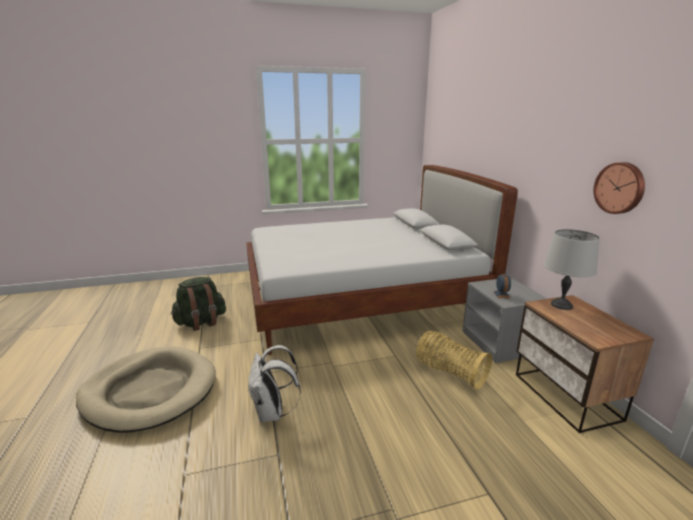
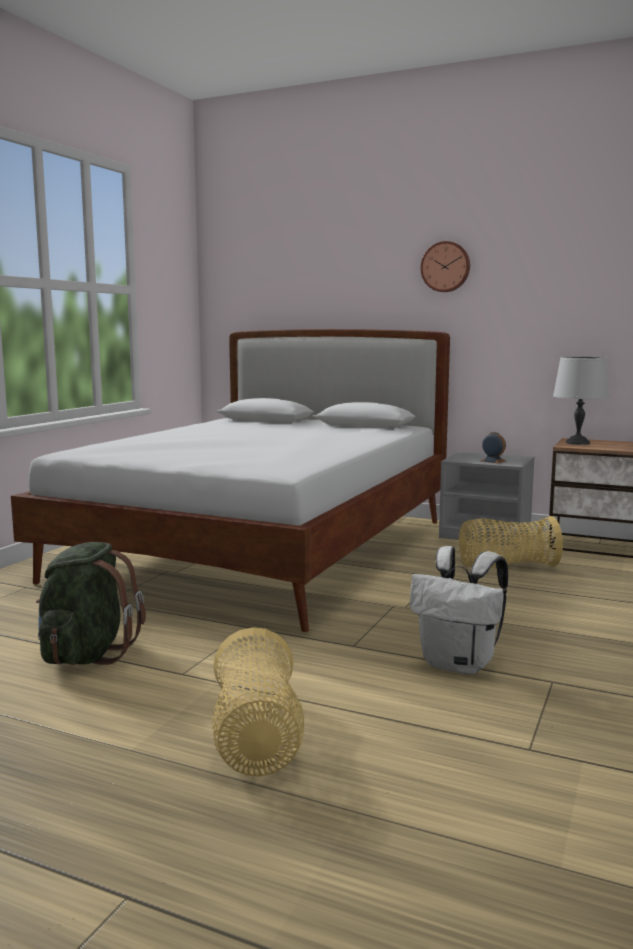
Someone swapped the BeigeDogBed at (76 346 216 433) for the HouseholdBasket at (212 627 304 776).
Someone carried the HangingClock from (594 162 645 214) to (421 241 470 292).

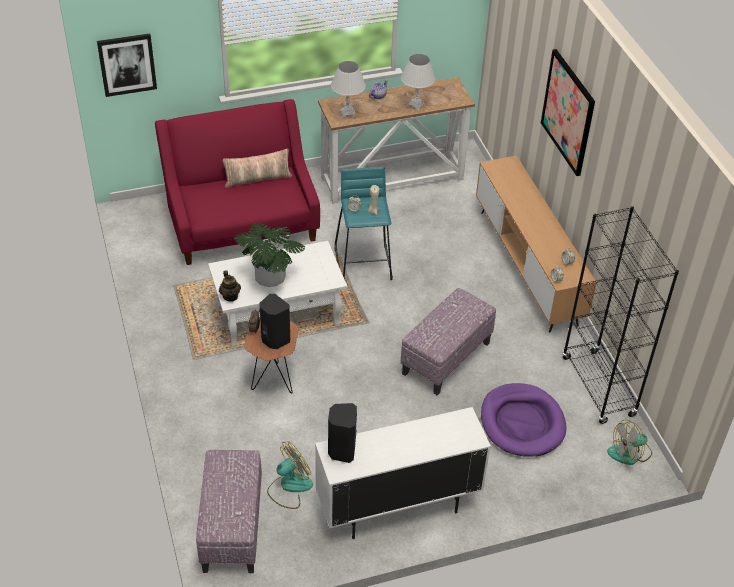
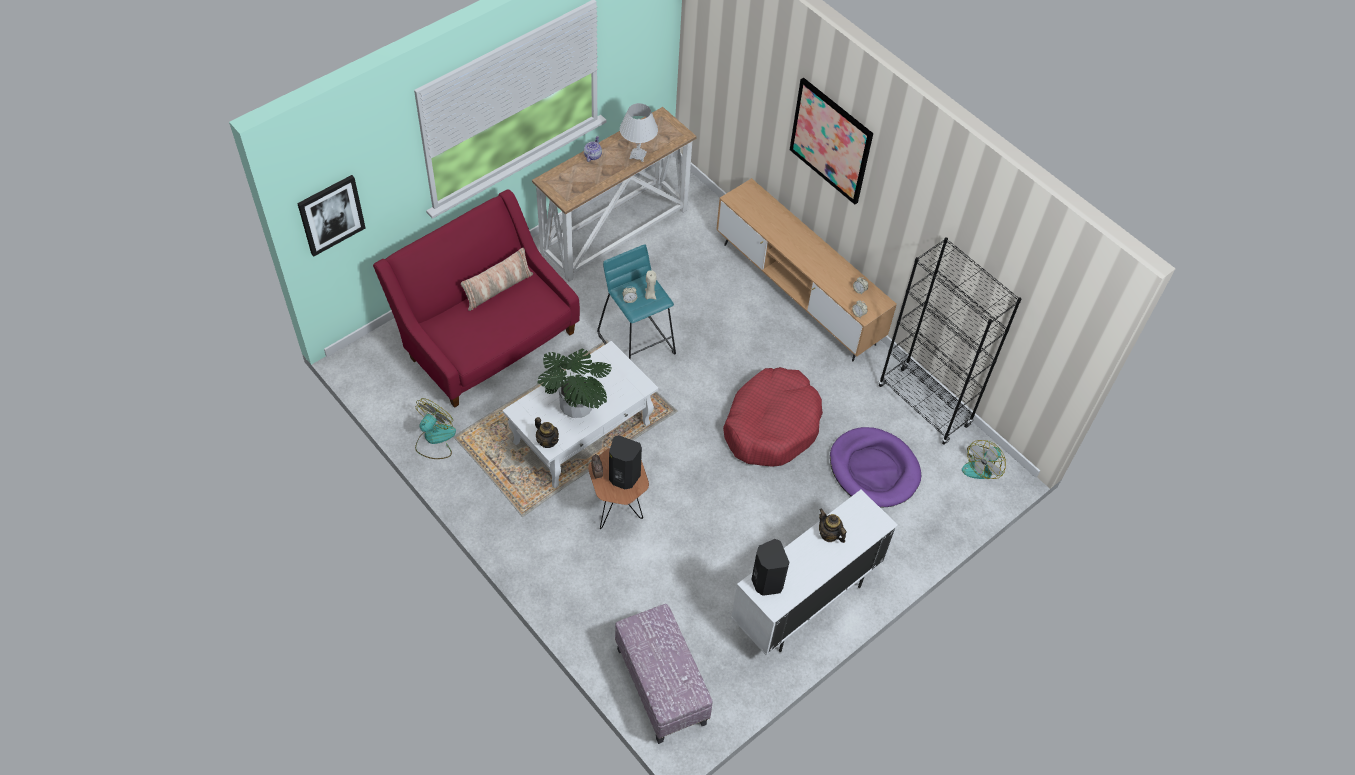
Someone carried the ElectricFan from (267 441 313 509) to (415 398 456 459).
Someone took away the WhitishLampForATable at (331 61 366 117).
Someone swapped the Pouffe at (400 288 496 395) for the ReddishDogBed at (723 367 823 467).
Someone put down the PotForTea at (819 508 846 543).

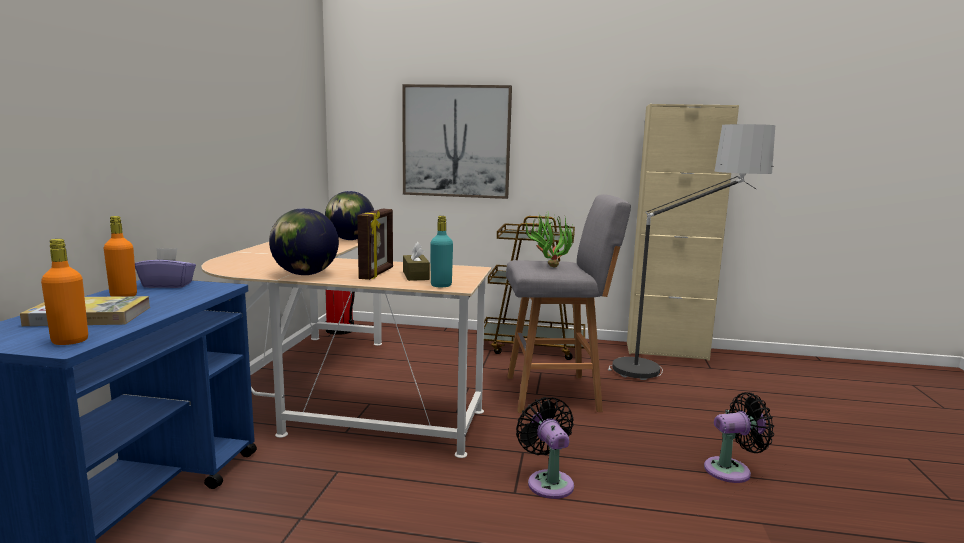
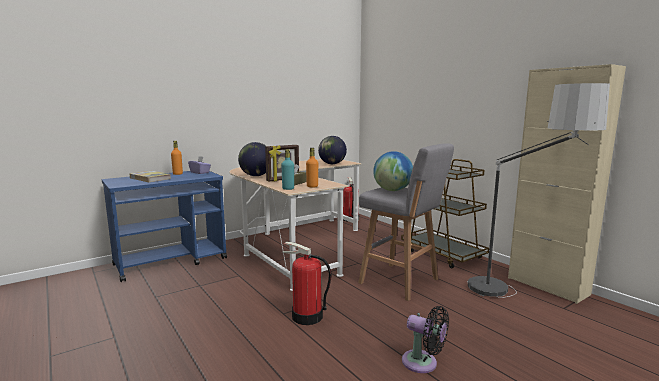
Someone carried the OrangeBeverageBottle from (41 239 88 345) to (306 148 318 188).
Someone took away the WallPicture at (402 84 512 199).
Someone swapped the BlackElectricFan at (516 397 574 499) for the FireExtinguisher at (282 242 332 325).
Someone swapped the Houseplant at (526 214 573 267) for the WorldGlobe at (373 151 413 191).

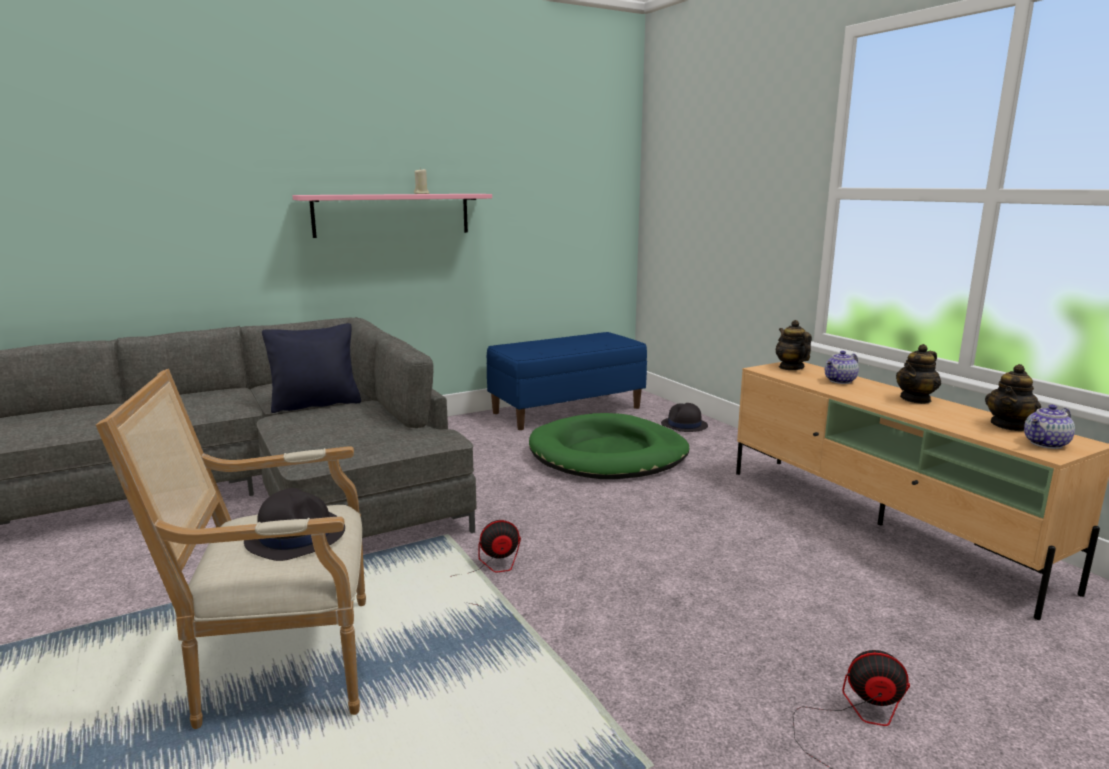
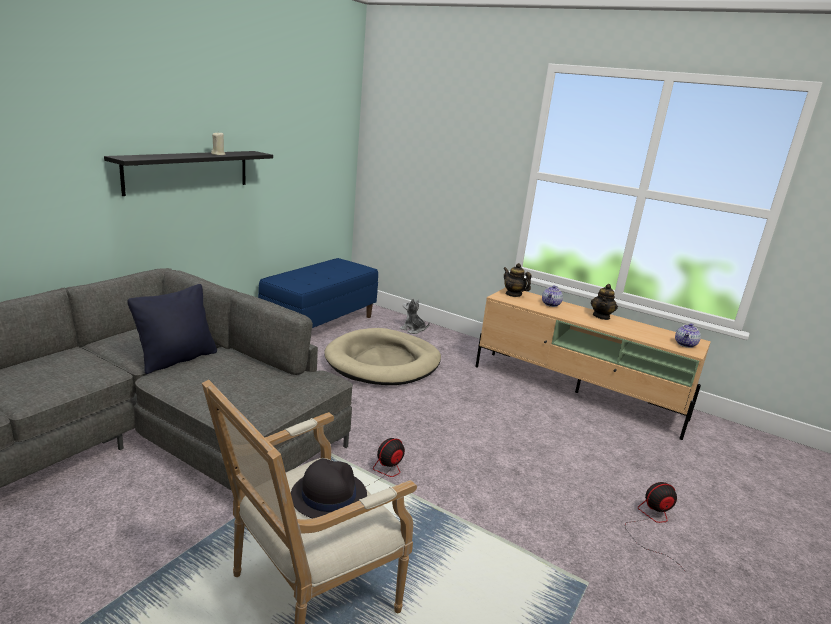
Someone repainted the PinkColouredShelf at (293 194 492 238), which became the BlackShelf at (104 151 273 196).
Someone repainted the GreenColouredDogBed at (529 413 690 479), which became the BeigeDogBed at (324 328 441 385).
Someone swapped the BlackWearableHat at (661 403 708 432) for the CuddlyToy at (400 298 430 334).
Someone took away the PotForTea at (985 364 1041 431).

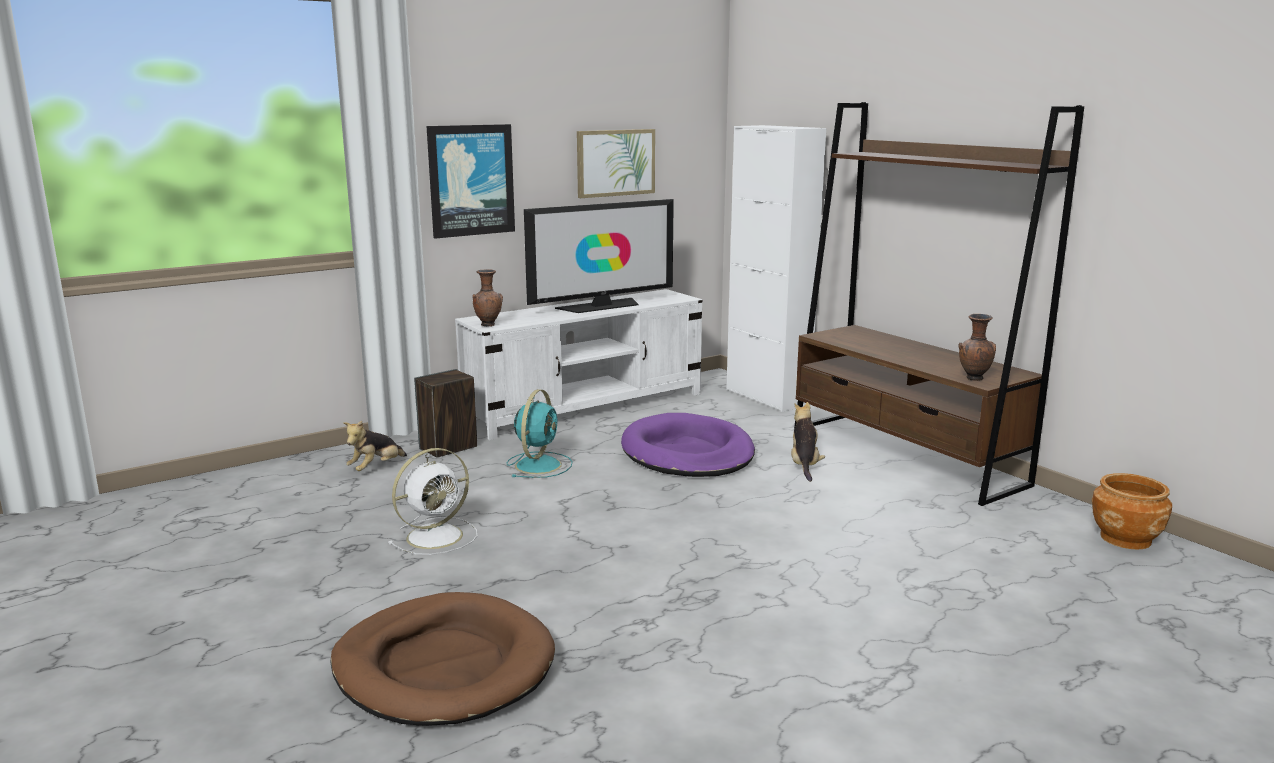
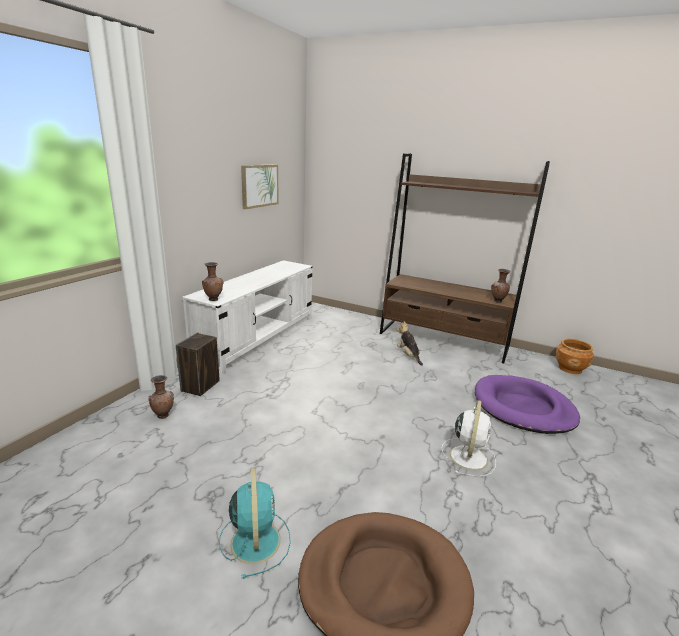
Someone swapped the CuddlyToy at (343 421 407 471) for the BrownishDecorativeVase at (149 375 174 419).
Someone carried the WhitishElectricFan from (388 448 477 555) to (441 400 496 476).
Someone took away the WallPicture at (426 124 515 239).
Someone carried the BlueGreenElectricFan from (507 389 572 478) to (219 467 291 579).
Someone took away the Tv at (524 199 674 313).
Someone carried the PurplishDogBed from (621 413 755 477) to (475 375 580 434).
Someone took away the WhitishCupboard at (726 125 826 412).

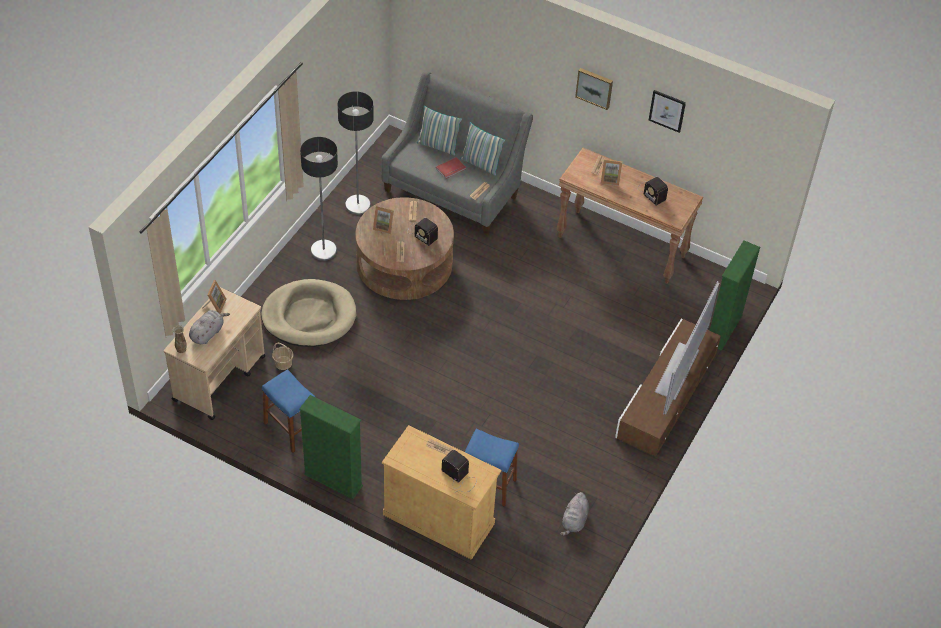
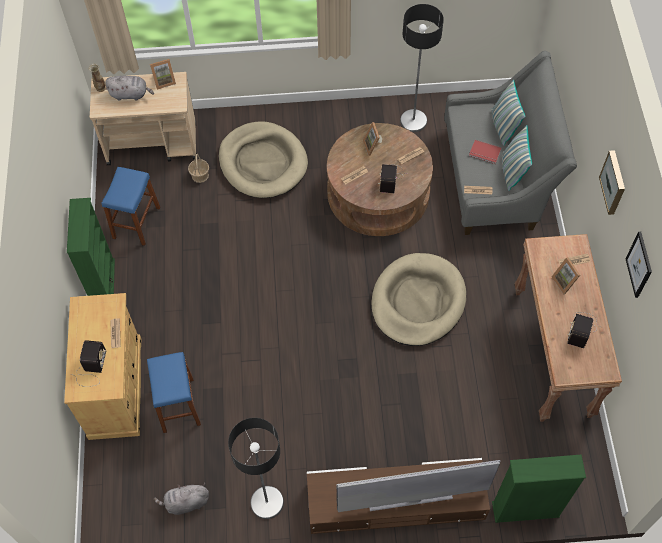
Someone carried the StandardLamp from (300 137 338 261) to (228 418 284 519).
Someone put down the BeigeDogBed at (371 253 466 346).

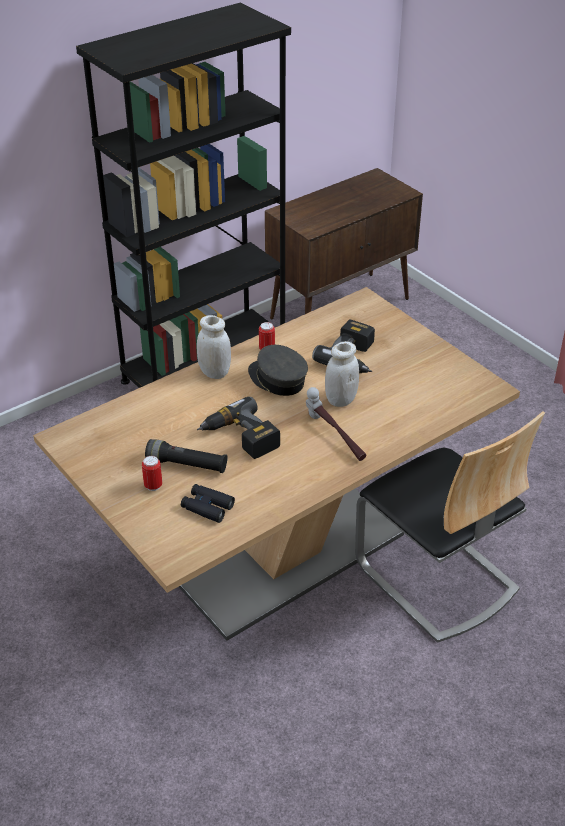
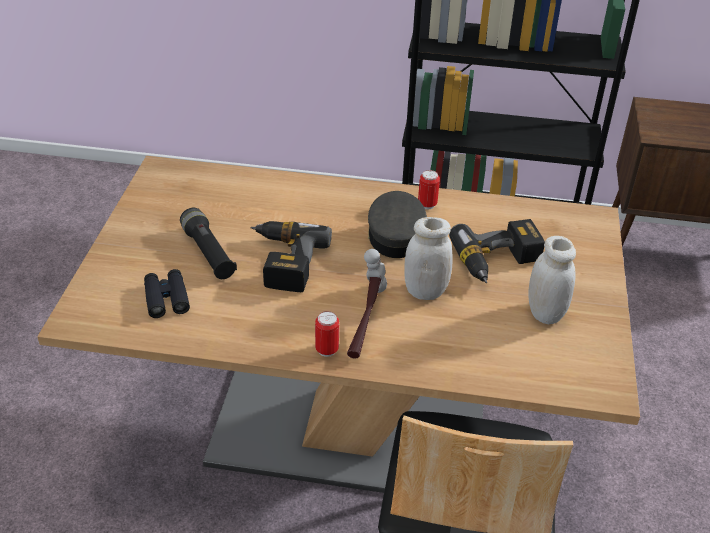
Someone carried the SealedCan from (142 456 162 491) to (315 311 339 357).
Someone carried the WhitishJar from (197 315 231 379) to (529 236 576 324).

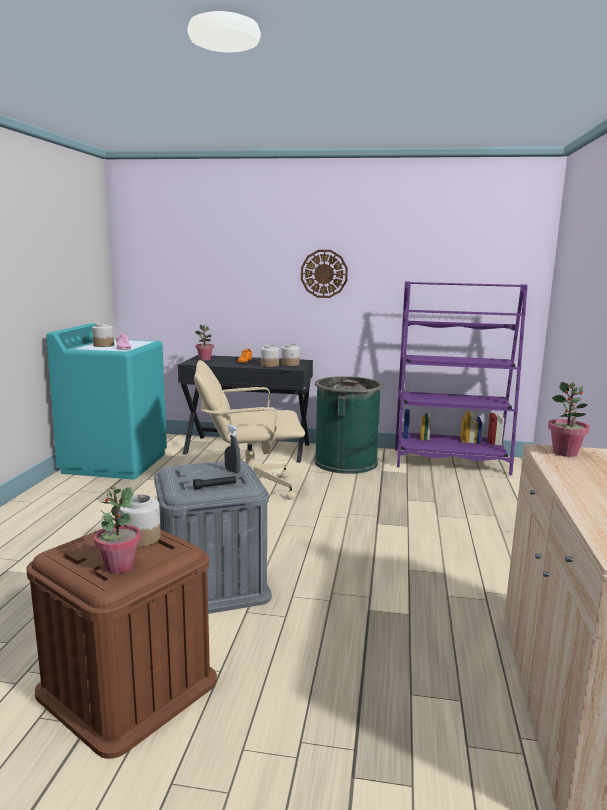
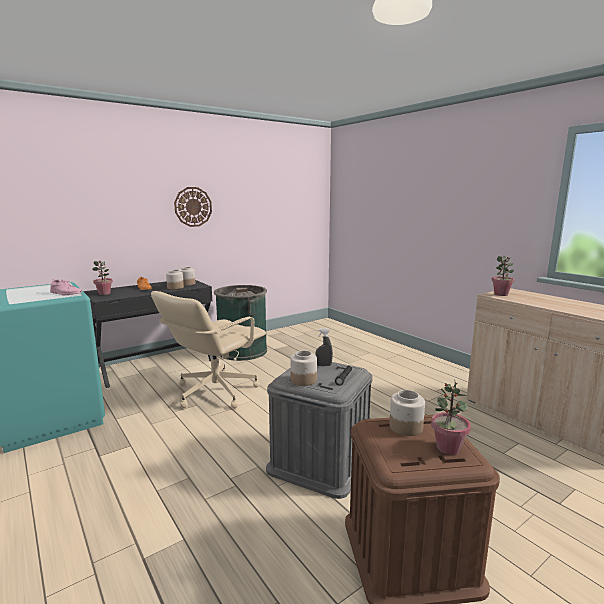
Someone carried the Jar from (92 323 114 347) to (290 350 317 386).
Someone took away the PurplishBookcase at (395 281 528 475).

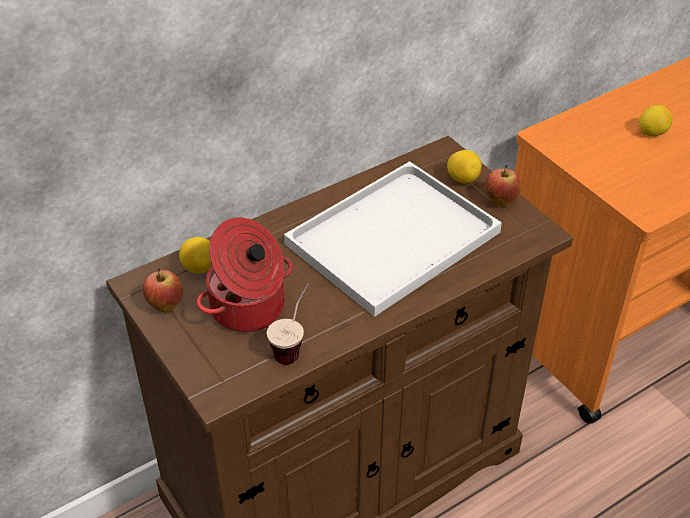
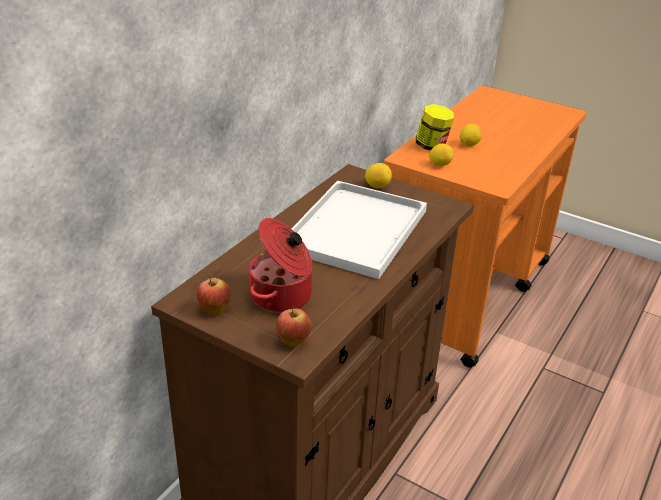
Someone carried the WholeLemon from (179 237 212 274) to (429 144 453 166).
Someone took away the Cup at (267 283 309 365).
Someone carried the WholeApple from (485 165 521 207) to (276 305 312 347).
Someone put down the Jar at (416 104 454 151).

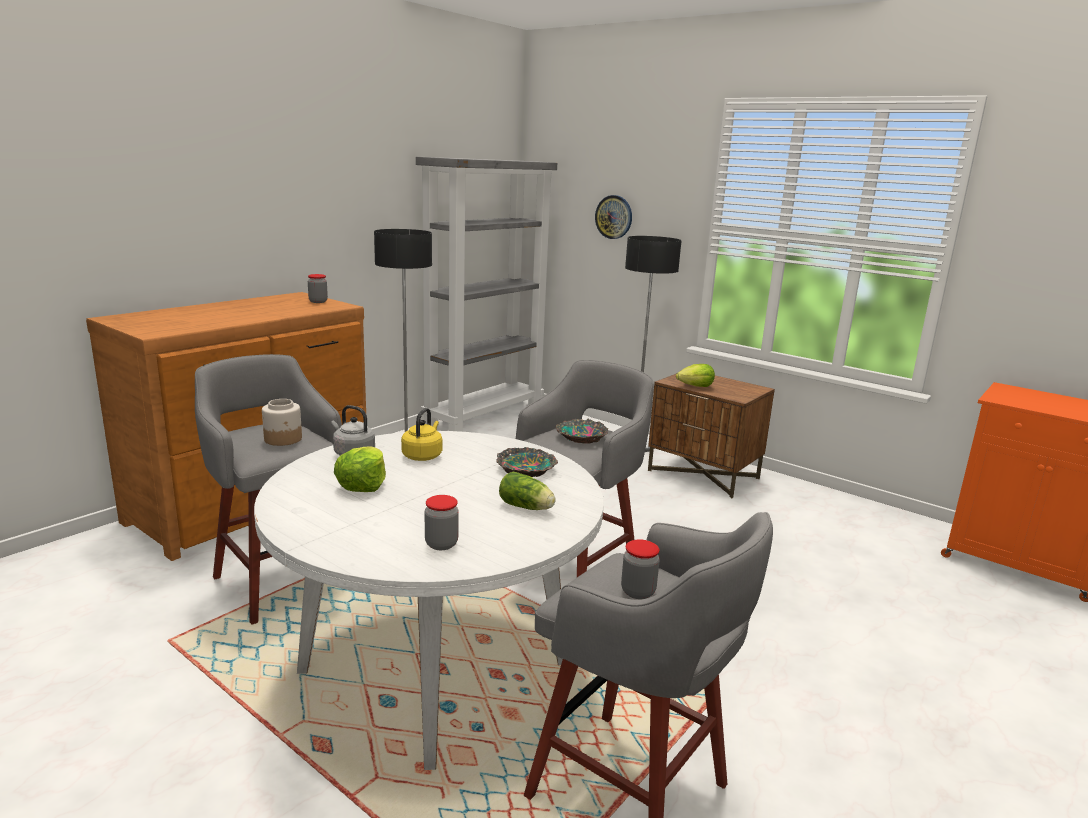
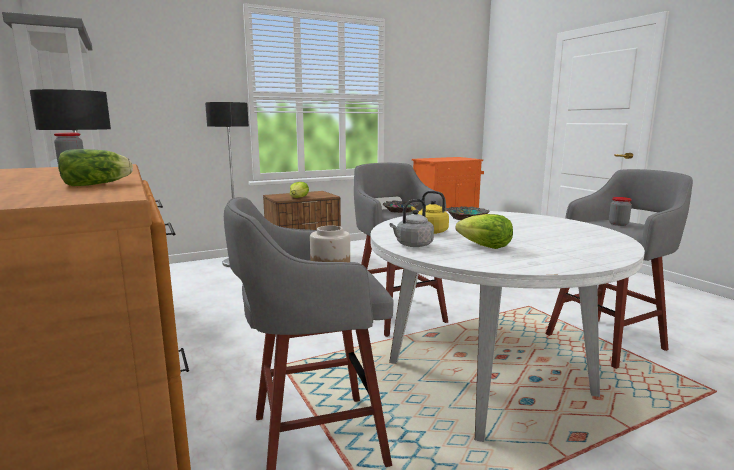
Someone took away the Jar at (425 495 459 550).
Someone carried the HeadOfLettuce from (499 472 556 510) to (58 149 133 186).
Someone took away the HangingClock at (595 195 632 239).

